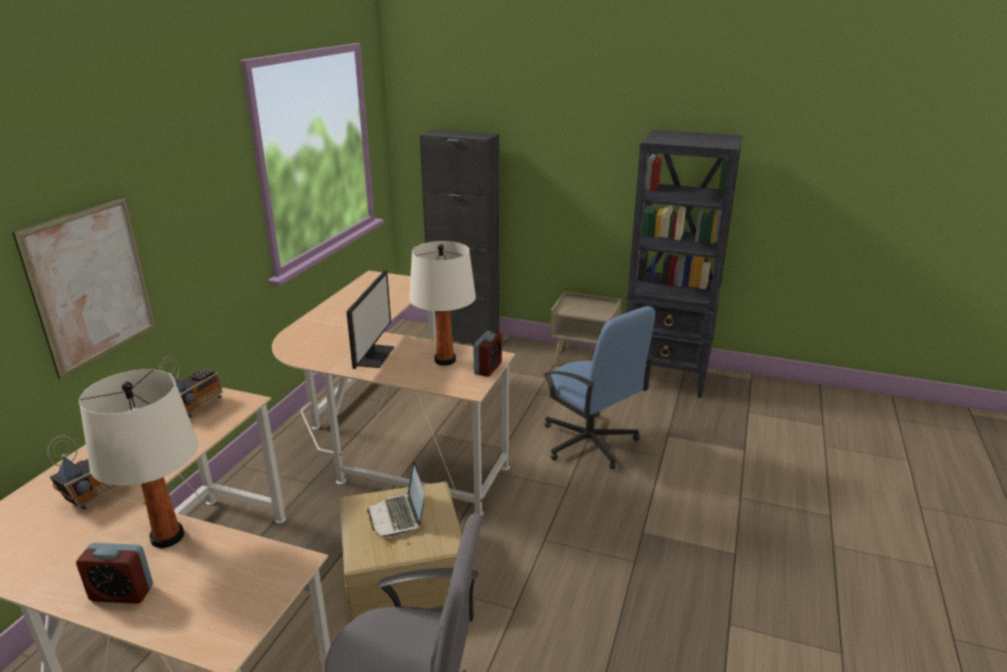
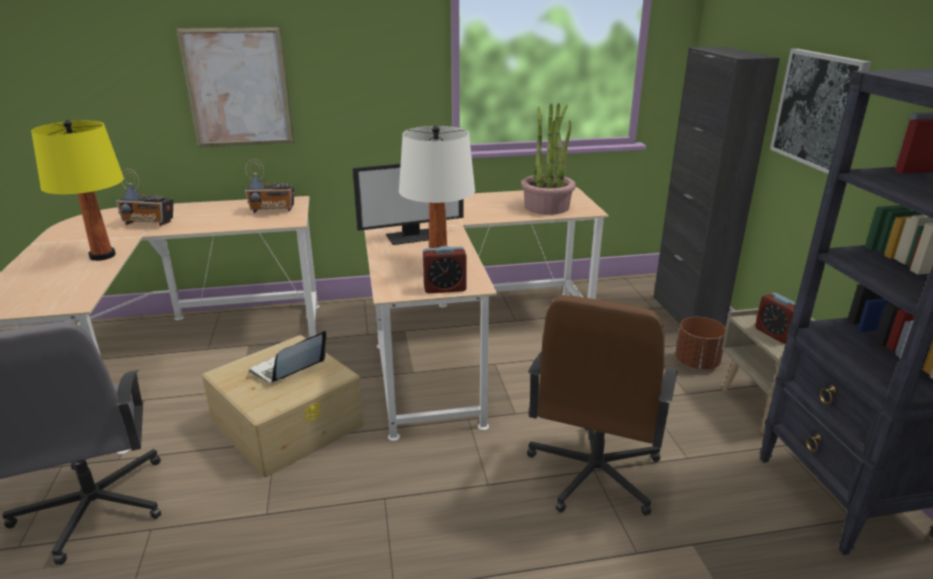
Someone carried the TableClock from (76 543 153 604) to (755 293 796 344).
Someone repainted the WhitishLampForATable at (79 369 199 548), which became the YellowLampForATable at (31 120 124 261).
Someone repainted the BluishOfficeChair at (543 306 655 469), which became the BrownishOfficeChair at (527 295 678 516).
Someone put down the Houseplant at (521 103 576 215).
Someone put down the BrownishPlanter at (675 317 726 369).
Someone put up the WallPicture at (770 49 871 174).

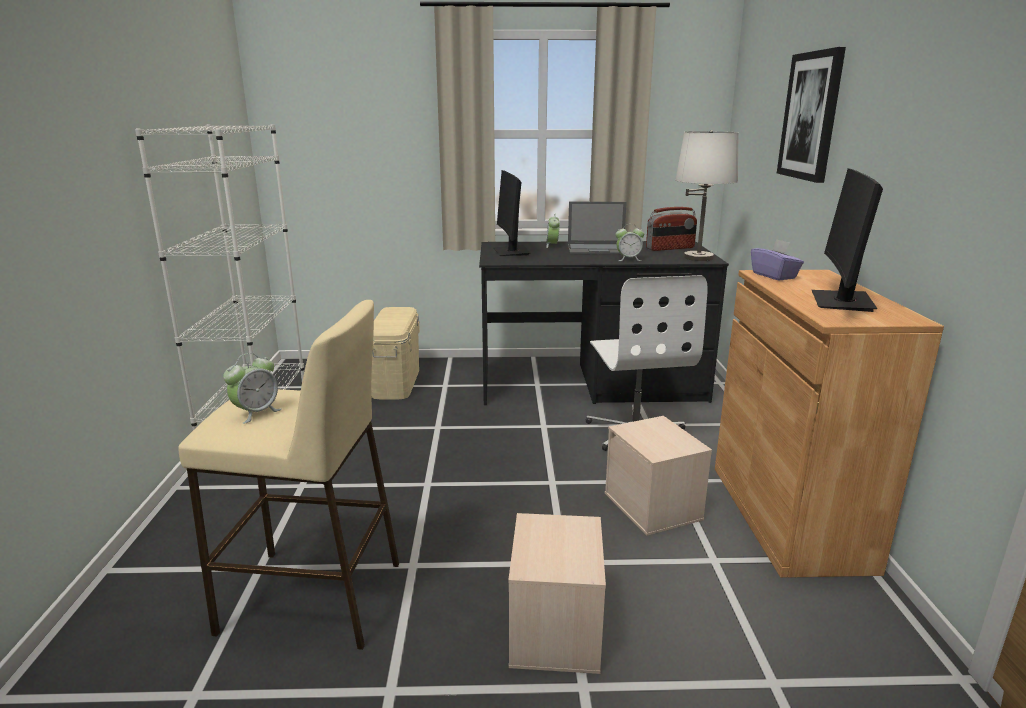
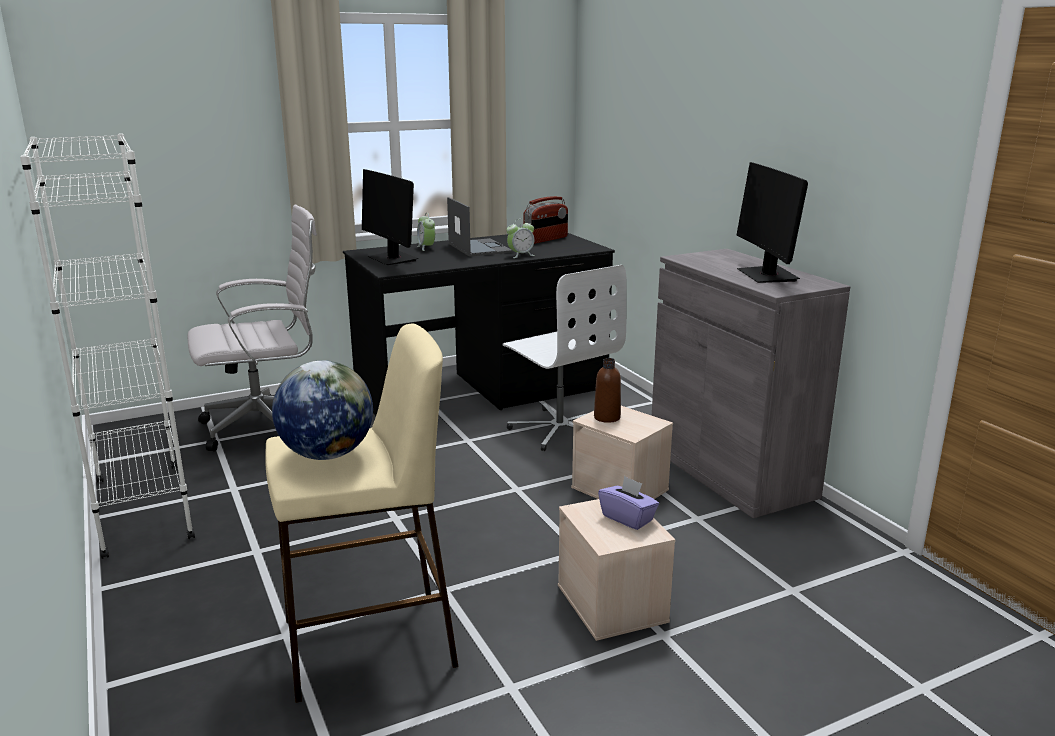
Someone swapped the TableClock at (223 353 282 424) for the WorldGlobe at (272 360 373 460).
Someone swapped the BeigeStorageContainer at (371 307 420 399) for the WhitishOfficeChair at (187 205 317 452).
Someone rotated the Laptop at (568 202 627 255) by 90 degrees counterclockwise.
Someone took away the WhitishLampForATable at (675 130 739 261).
Someone repainted the BrownishCupboard at (715 270 944 578), which became the GreyishCupboard at (652 249 850 518).
Someone carried the PurplishTissueHolder from (751 239 804 280) to (598 476 659 530).
Someone took away the WallPicture at (777 47 846 183).
Someone put down the BrownishBeverageBottle at (594 358 621 423).

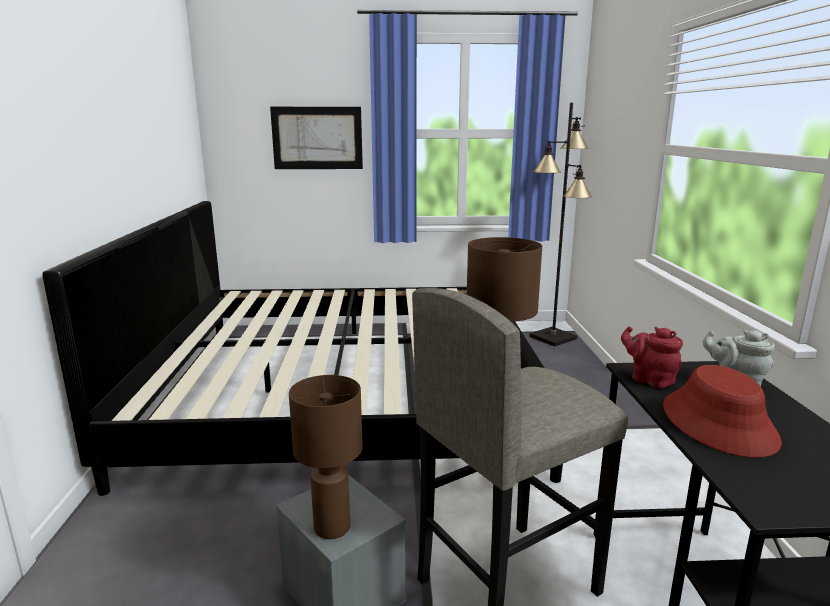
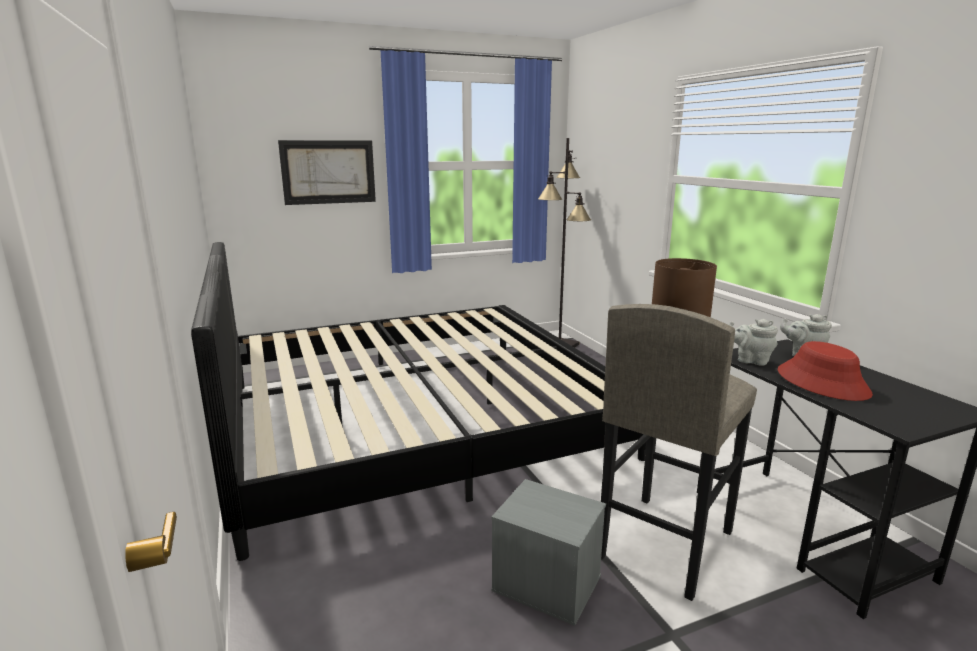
Someone took away the BrownishLampForATable at (289 375 363 539).
Someone repainted the ReddishPotForTea at (621 326 683 389), which became the GreyishPotForTea at (728 319 778 366).

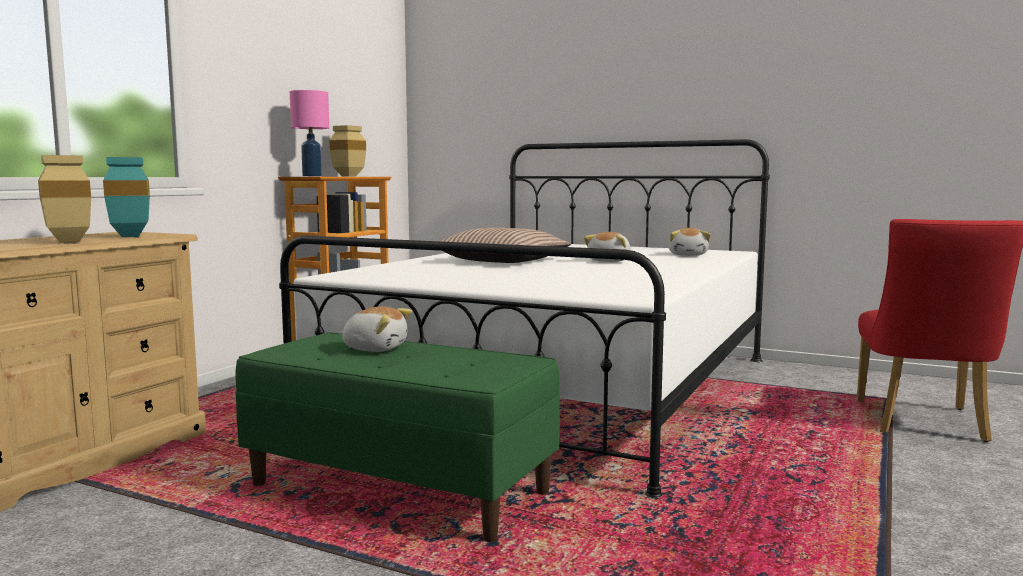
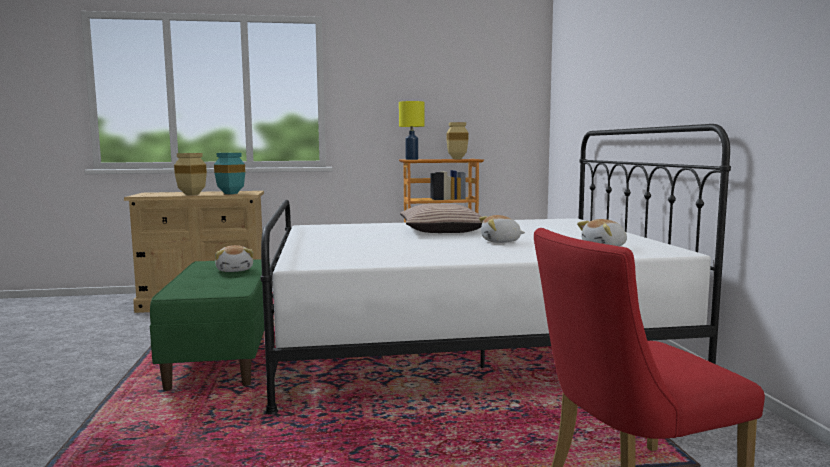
Someone repainted the PinkColouredLampForATable at (290 90 329 176), which became the YellowLampForATable at (399 101 425 160).

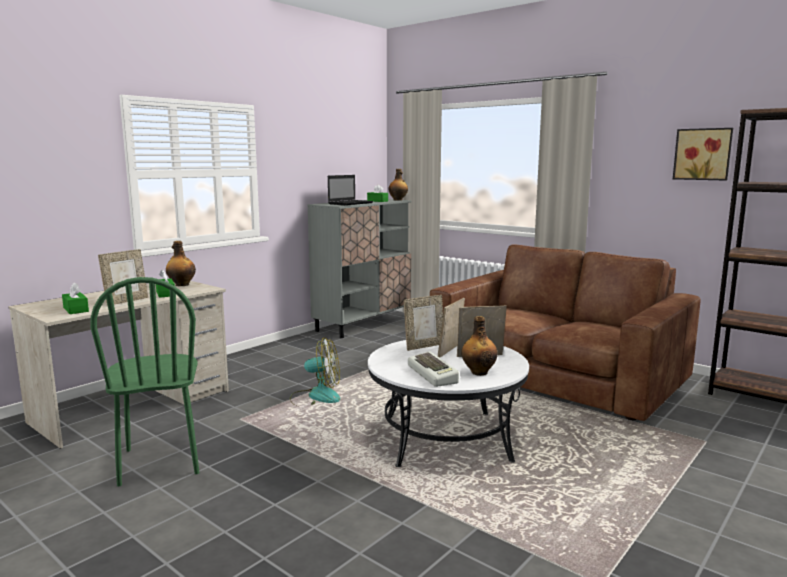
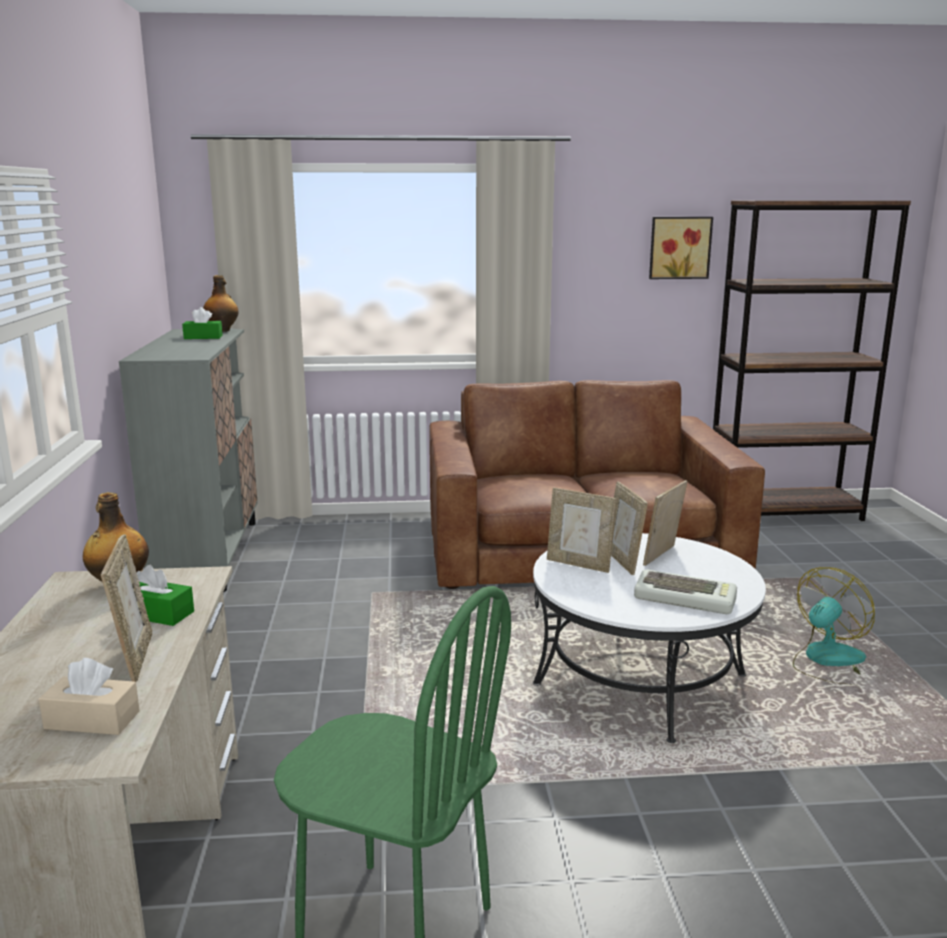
Someone repainted the GreenColouredTissueHolder at (62 282 89 314), which became the BeigeTissueHolder at (39 658 140 735).
Someone carried the ElectricFan from (290 338 340 405) to (793 567 875 684).
Someone took away the Laptop at (328 175 373 205).
Someone rotated the PhotoFrame at (404 295 443 351) by 105 degrees clockwise.
Someone took away the BeverageBottle at (461 316 498 376).

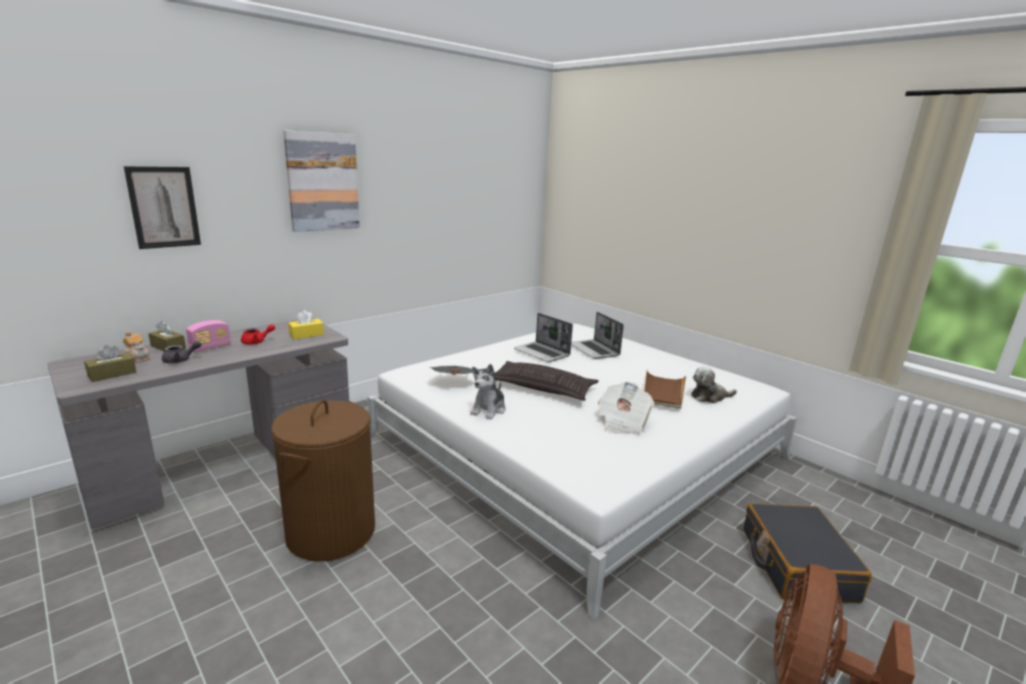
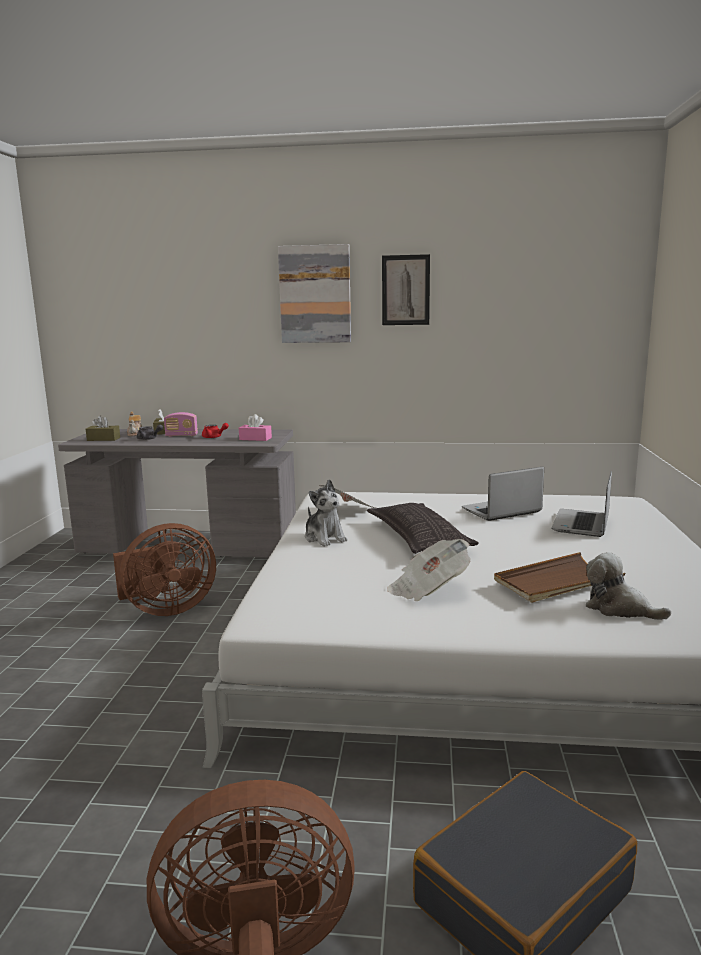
Someone carried the WallPicture from (124 166 201 249) to (382 254 430 325).
Someone swapped the BrownishLaundryBasket at (271 400 375 562) for the BrownishElectricFan at (113 523 216 616).
Someone repainted the YellowTissueHolder at (288 310 324 339), which became the PinkColouredTissueHolder at (239 414 272 441).
Someone rotated the CuddlyToy at (470 364 506 420) by 105 degrees counterclockwise.
Someone rotated the Laptop at (514 313 573 362) by 60 degrees clockwise.

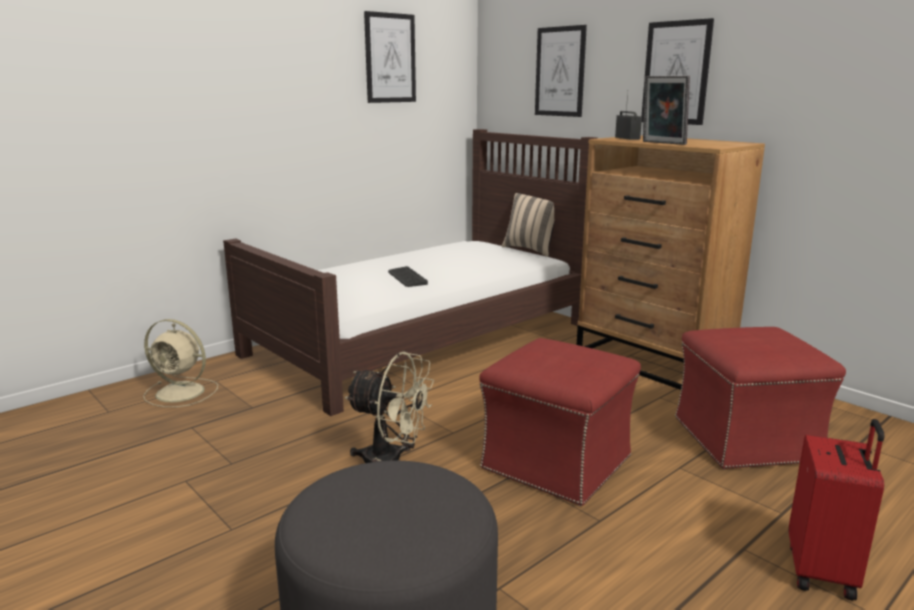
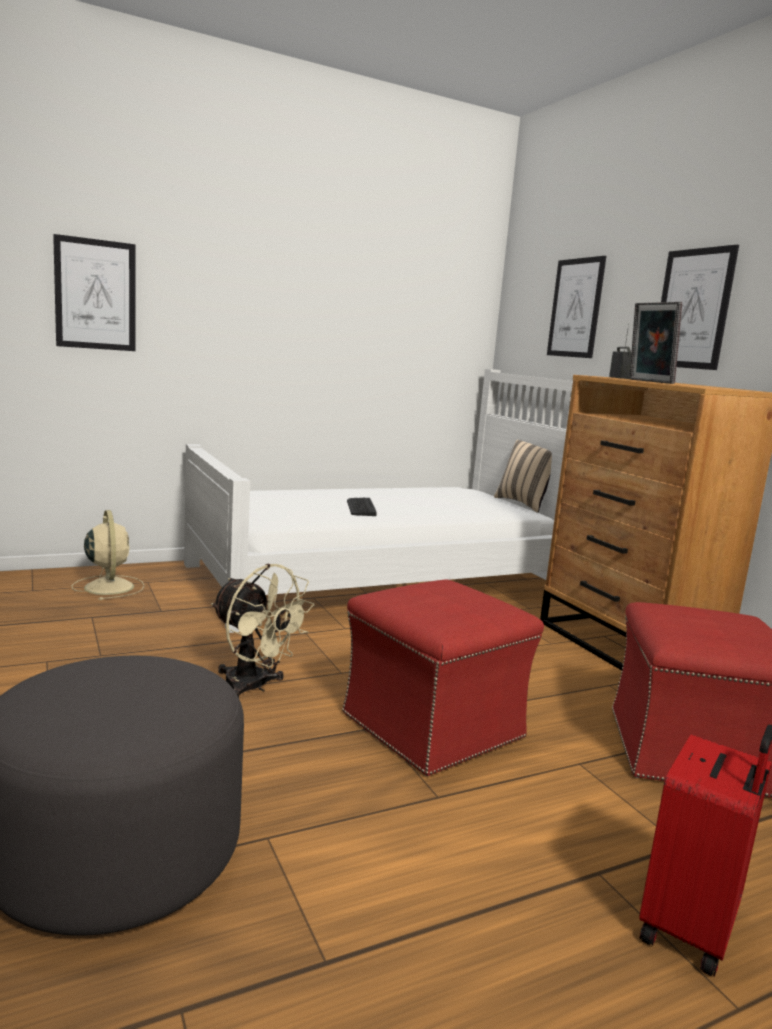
Someone rotated the BeigeElectricFan at (143 319 218 407) by 150 degrees counterclockwise.
Someone repainted the BrownishBedroomBed at (223 129 598 416), which became the WhitishBedroomBed at (184 369 573 633).
Someone carried the WallPicture from (364 11 416 103) to (53 234 136 351).

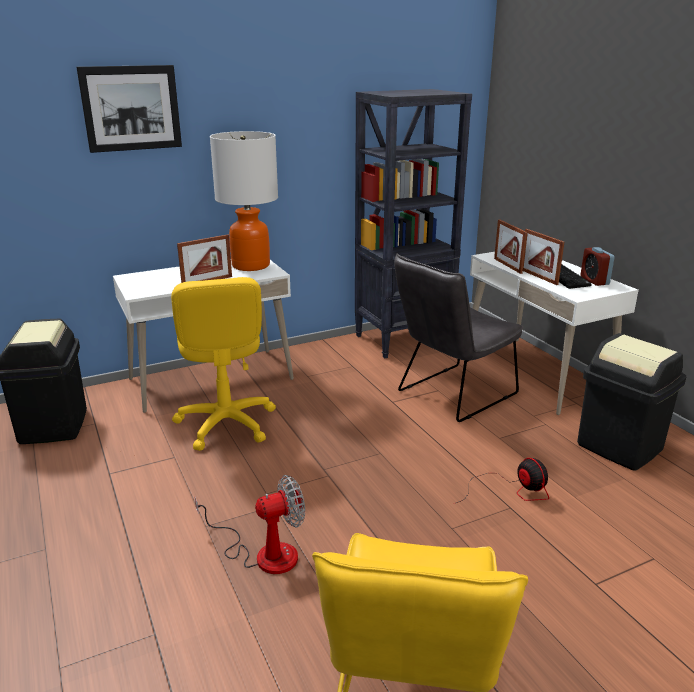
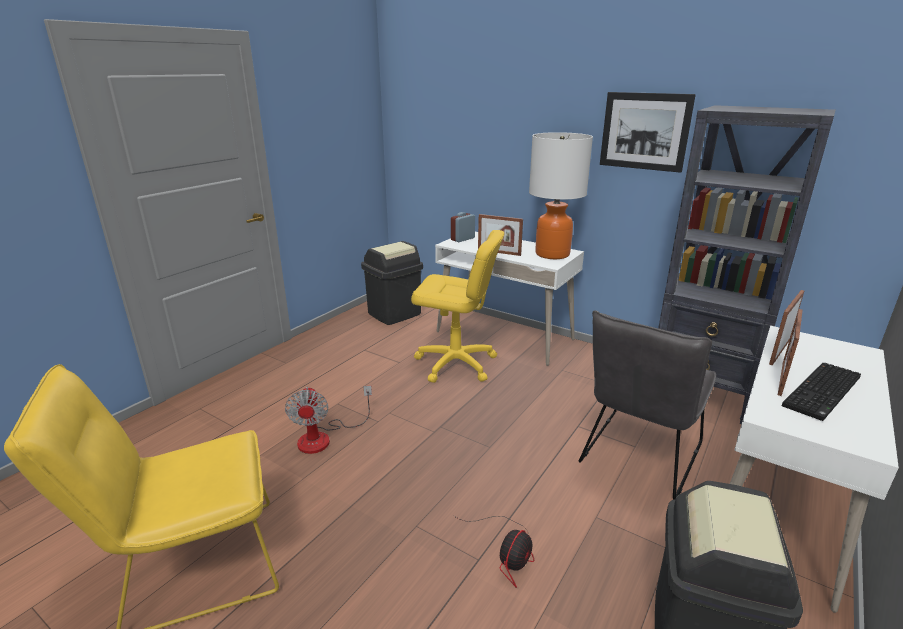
Someone carried the WallPicture from (76 65 182 153) to (600 92 696 173).
Someone rotated the YellowOfficeChair at (171 277 276 451) by 120 degrees counterclockwise.
Someone rotated the ElectricFan at (195 475 305 574) by 45 degrees clockwise.
Someone rotated the GreyishPlainChair at (394 254 524 422) by 75 degrees counterclockwise.
Someone carried the TableClock from (580 247 615 286) to (451 212 475 242).

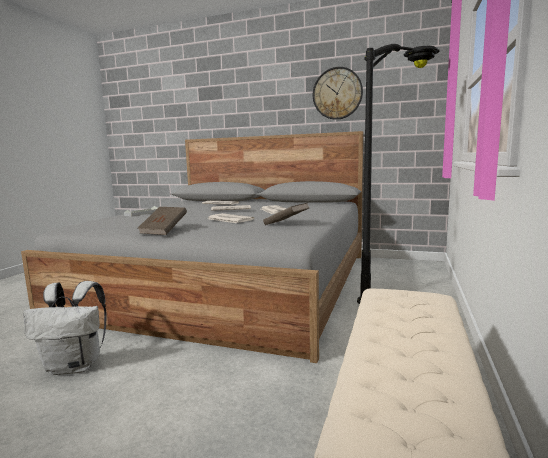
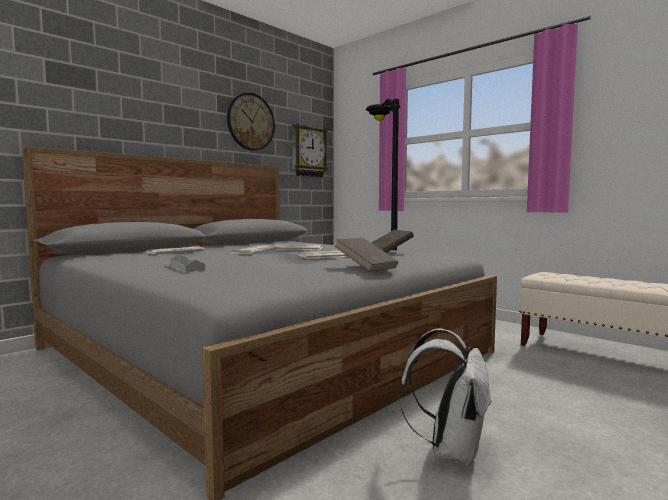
Someone put up the HangingClock at (292 123 328 177).

